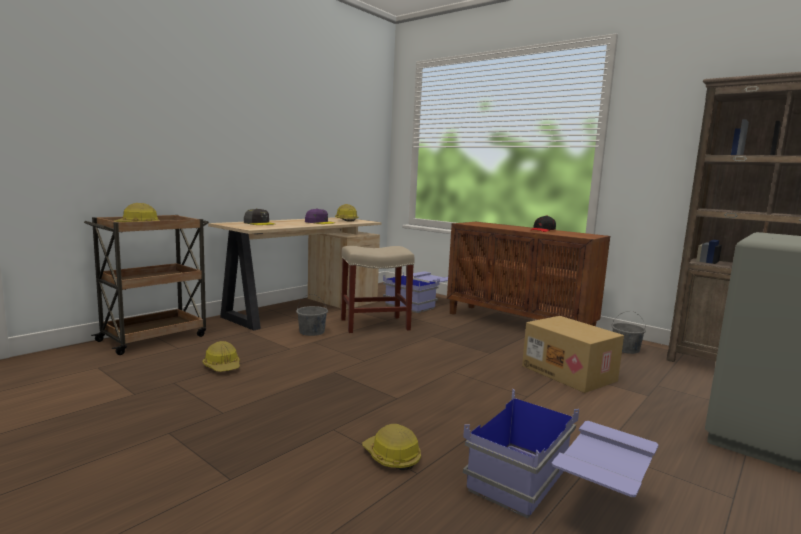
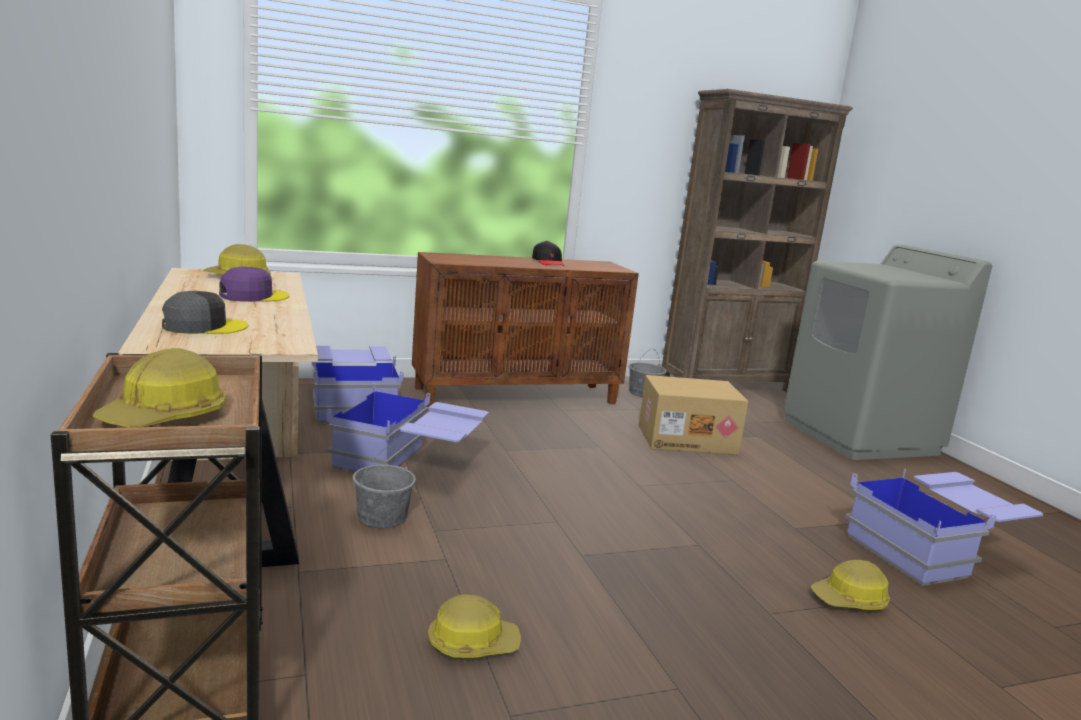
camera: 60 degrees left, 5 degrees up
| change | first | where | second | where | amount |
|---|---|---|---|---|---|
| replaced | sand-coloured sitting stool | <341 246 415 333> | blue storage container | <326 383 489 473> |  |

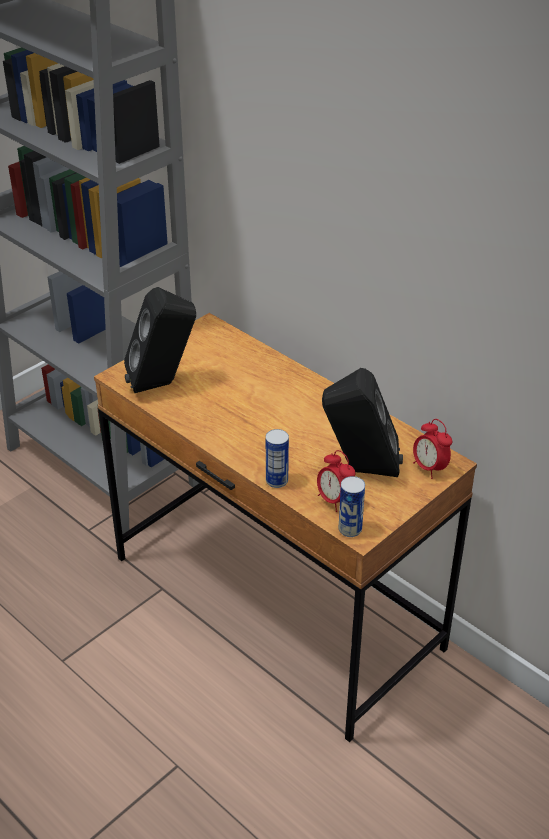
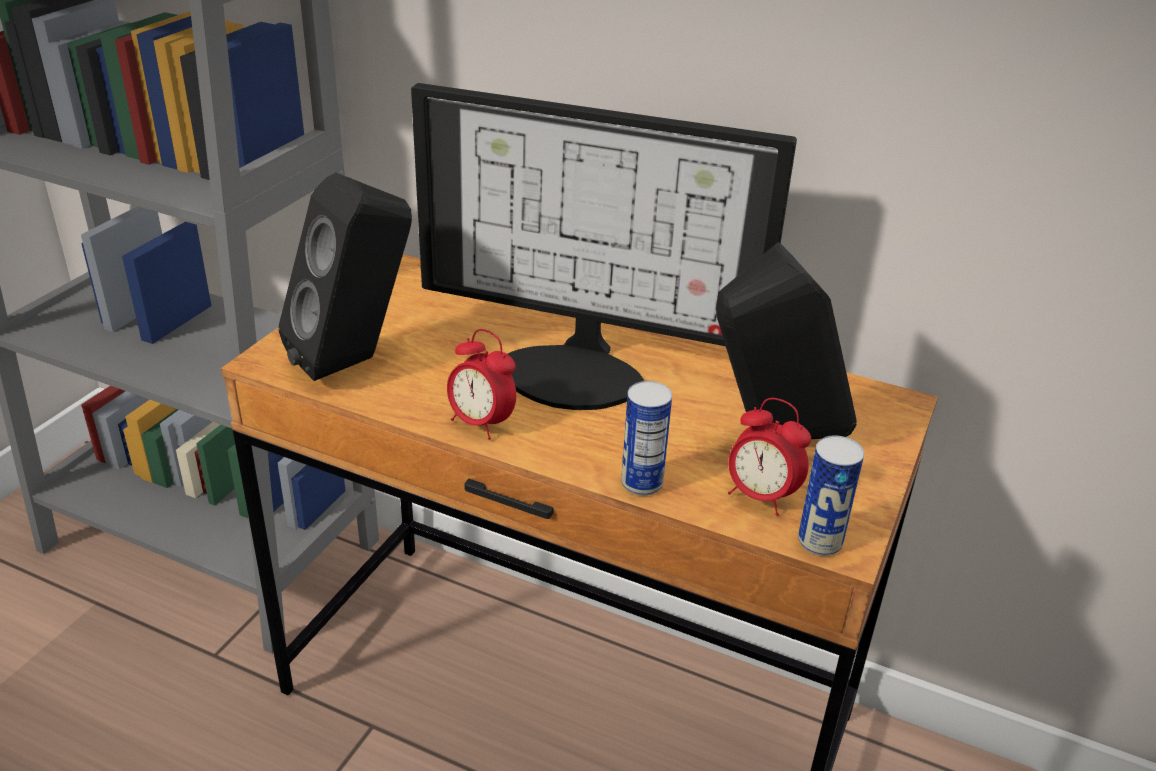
camera: 20 degrees left, 5 degrees down
| change | first | where | second | where | amount |
|---|---|---|---|---|---|
| moved | bedside clock | <413 419 452 479> |  | <447 329 516 440> |  |
| added |  |  | monitor | <411 83 797 410> |  |

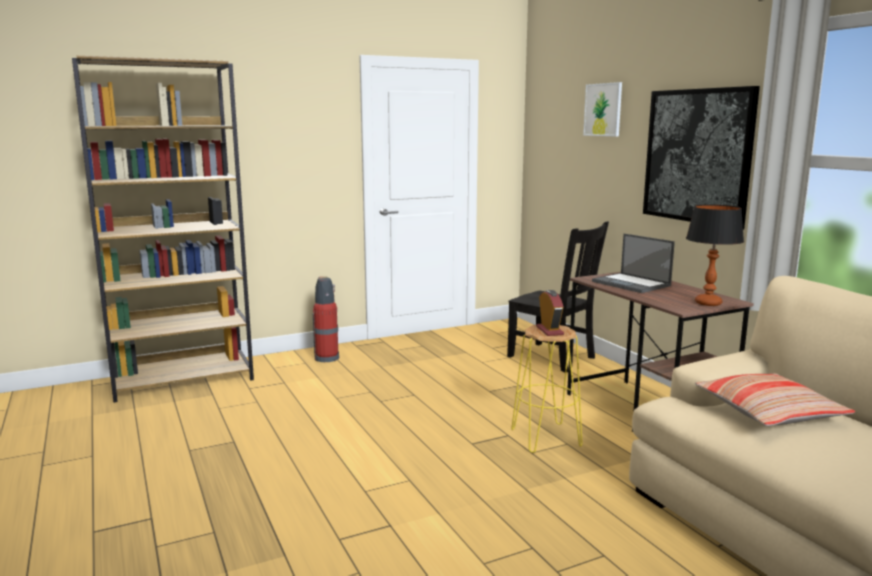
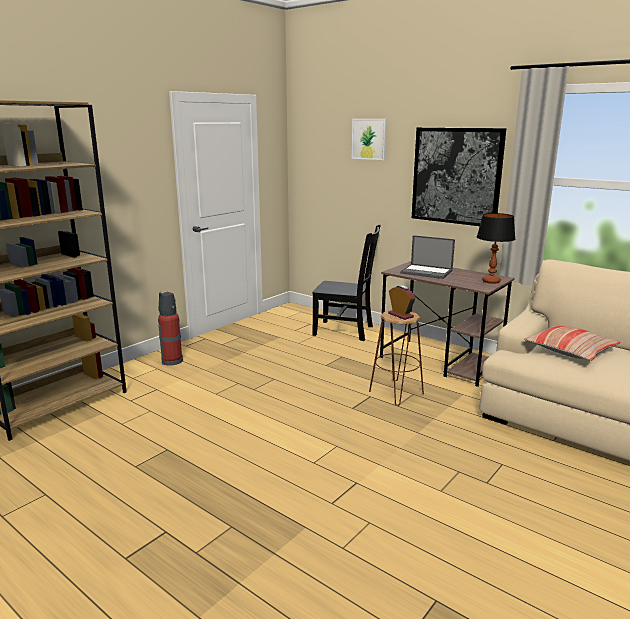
camera: 25 degrees left, 5 degrees up
| change | first | where | second | where | amount |
|---|---|---|---|---|---|
| recoloured | yellow sitting stool | <511 325 583 453> | brown sitting stool | <369 310 424 406> |  |

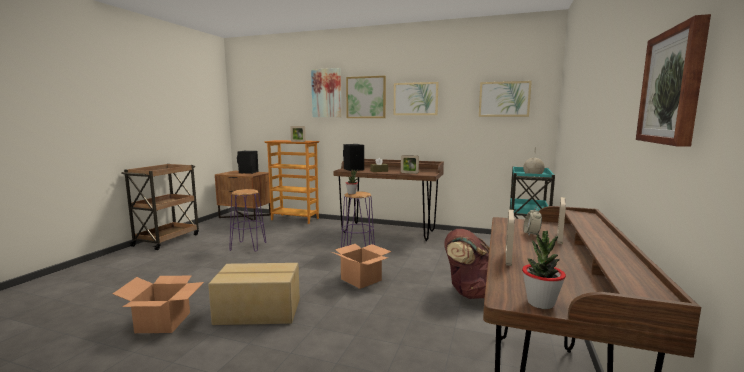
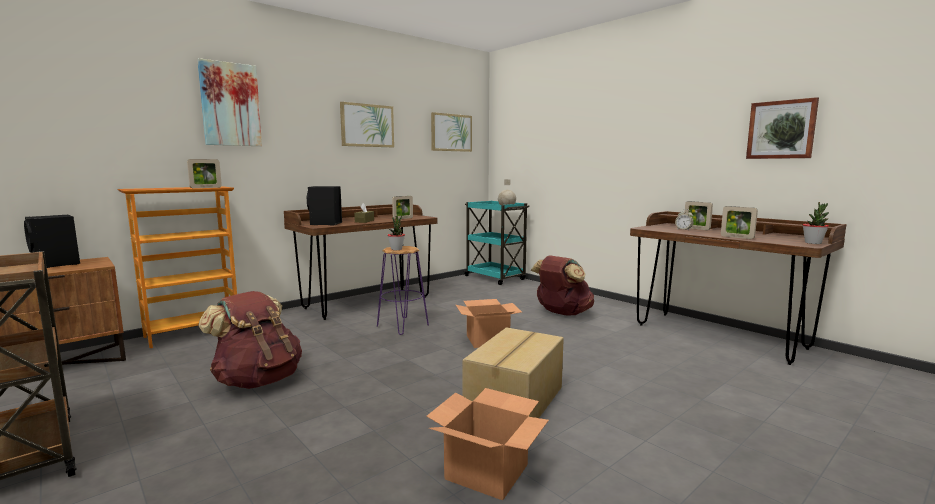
camera: 60 degrees left, 0 degrees up
| change | first | where | second | where | amount |
|---|---|---|---|---|---|
| replaced | purple-coloured sitting stool | <229 189 266 252> | brown rucksack | <198 291 302 389> |  |
| removed | picture | <346 76 386 118> |  |  |  |

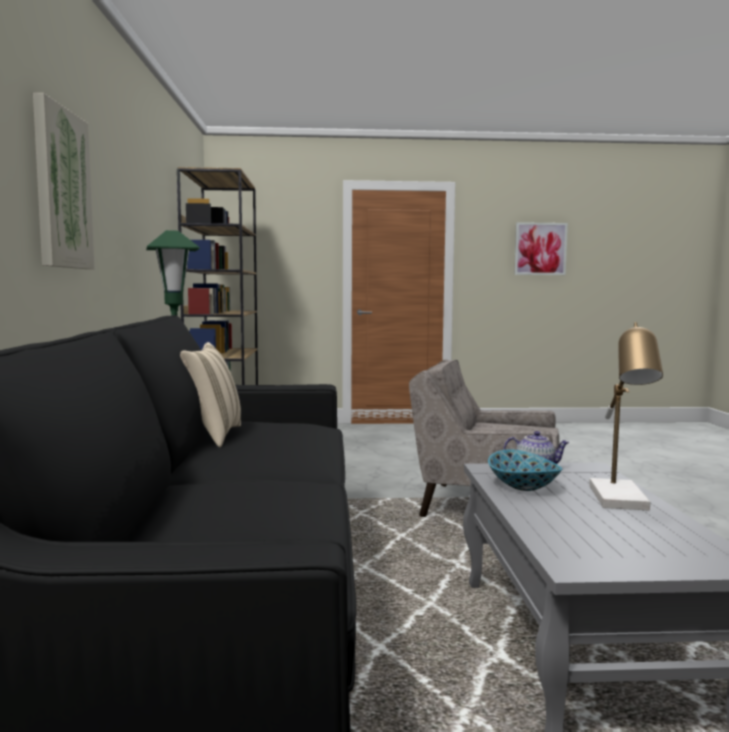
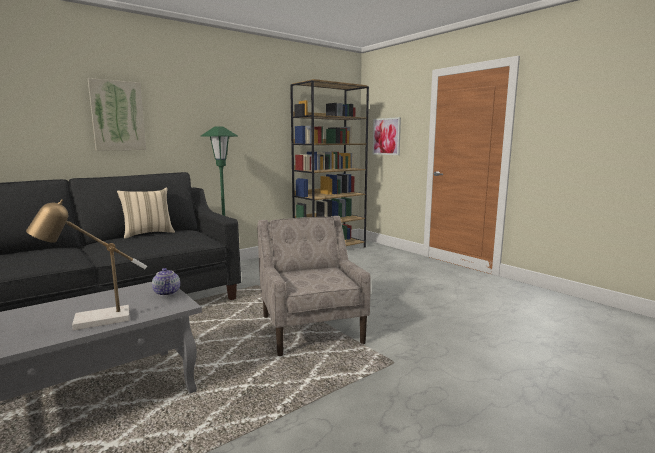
camera: 55 degrees right, 5 degrees up
| change | first | where | second | where | amount |
|---|---|---|---|---|---|
| removed | deep dish | <488 449 562 491> |  |  |  |
| moved | picture | <514 222 568 275> |  | <372 117 401 155> |  |

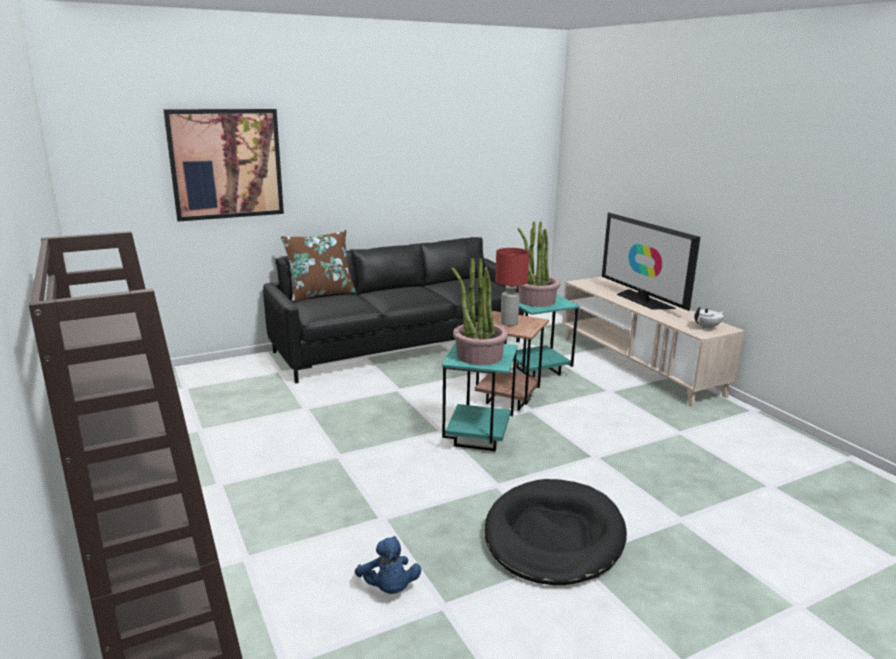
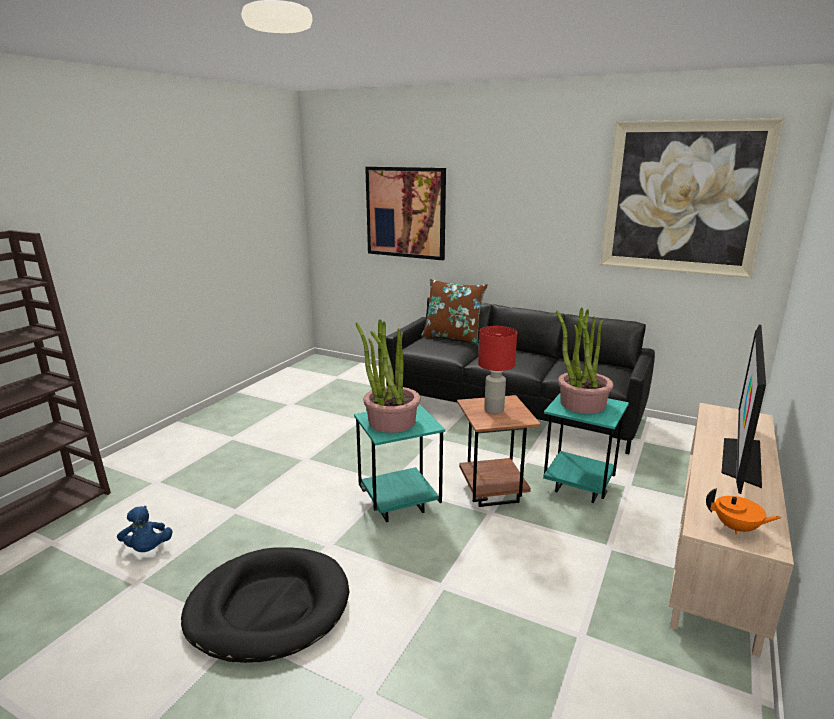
camera: 55 degrees right, 0 degrees up
| change | first | where | second | where | amount |
|---|---|---|---|---|---|
| turned | blue cuddly toy | <355 536 421 594> |  | <117 506 173 552> | 60 degrees counterclockwise |
| recoloured | whitish teapot | <694 307 724 330> | orange-coloured teapot | <706 488 781 535> |  |
| added |  |  | picture | <600 118 784 278> |  |

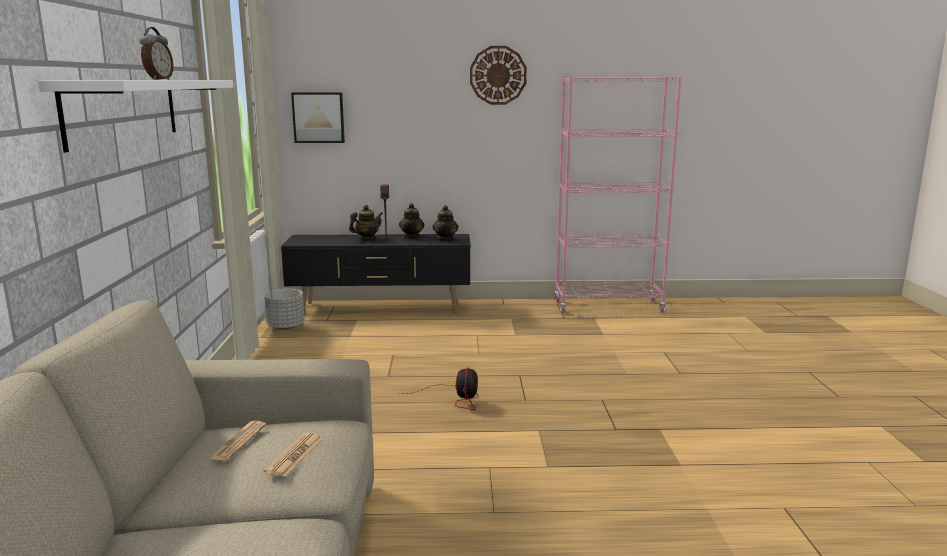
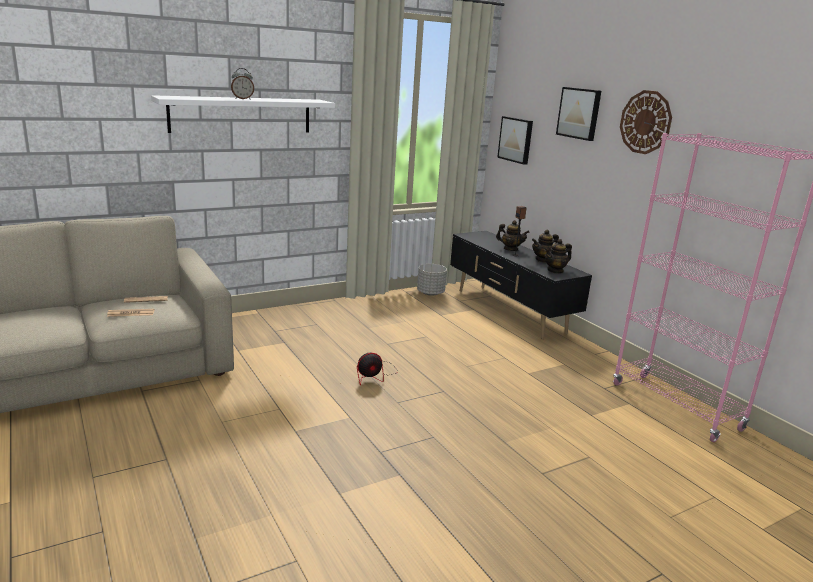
camera: 60 degrees right, 5 degrees up
| change | first | where | second | where | amount |
|---|---|---|---|---|---|
| added |  |  | picture | <556 87 601 141> |  |

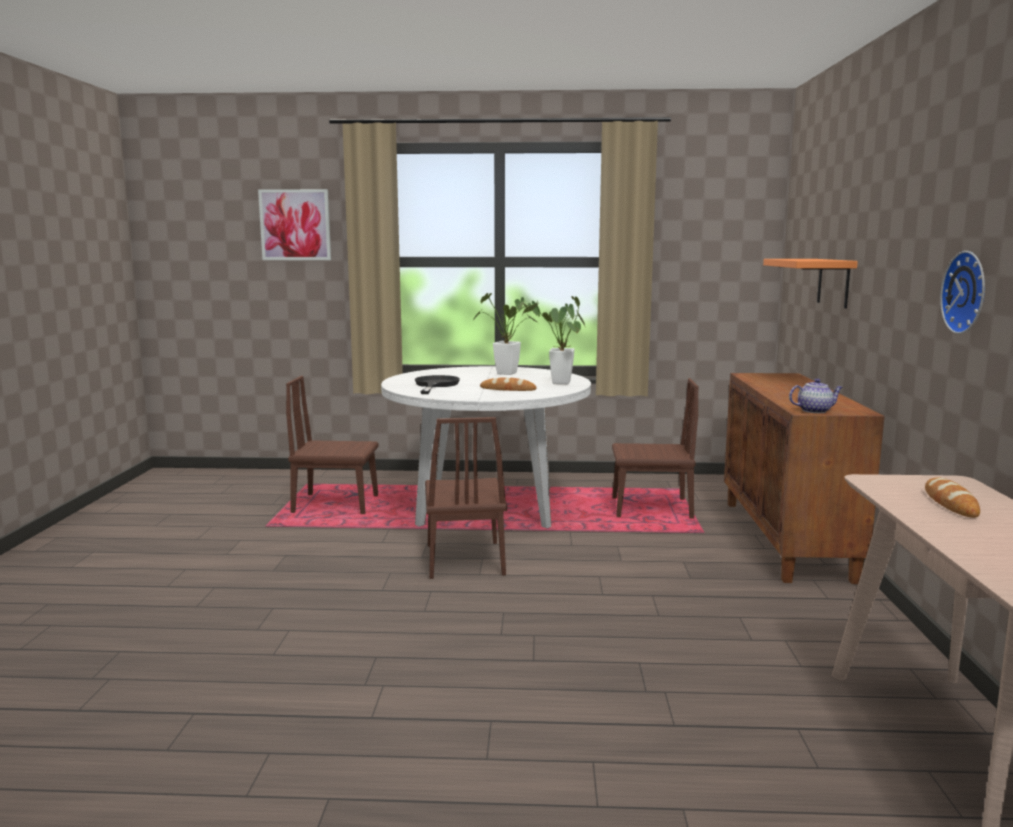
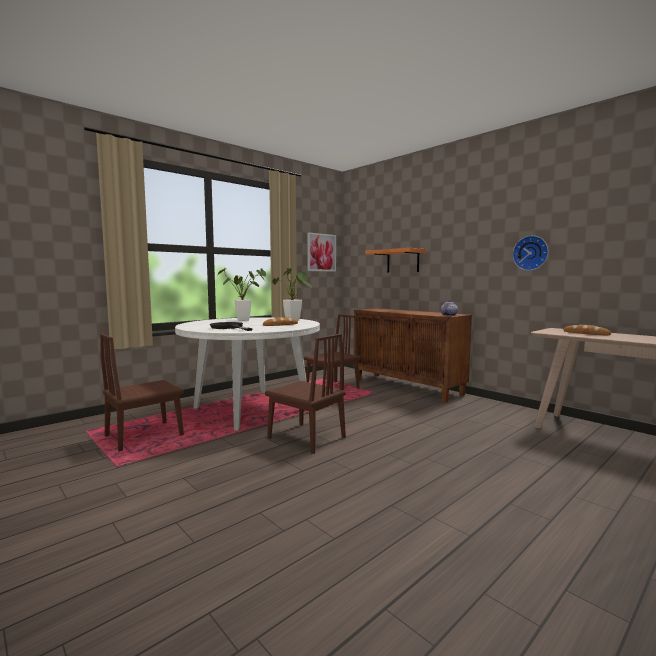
camera: 45 degrees left, 5 degrees down
| change | first | where | second | where | amount |
|---|---|---|---|---|---|
| moved | picture | <258 189 331 260> |  | <307 232 336 272> |  |

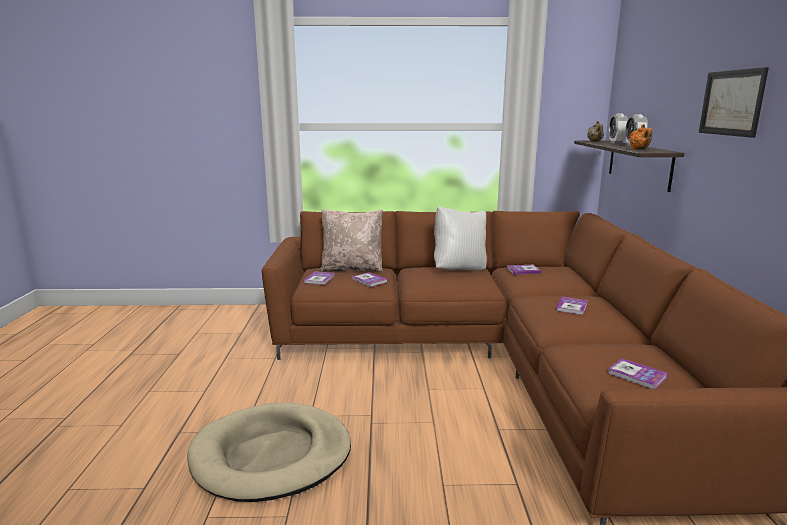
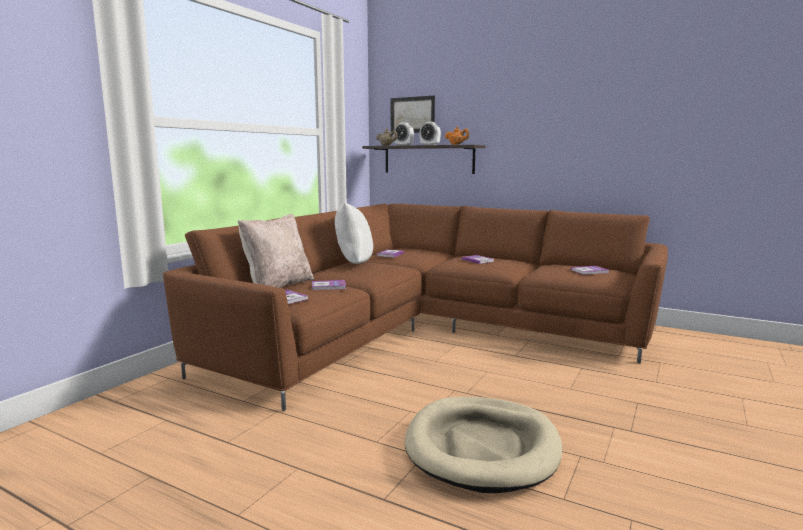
camera: 60 degrees left, 5 degrees down
| change | first | where | second | where | amount |
|---|---|---|---|---|---|
| moved | picture | <699 67 769 138> |  | <391 96 435 133> |  |

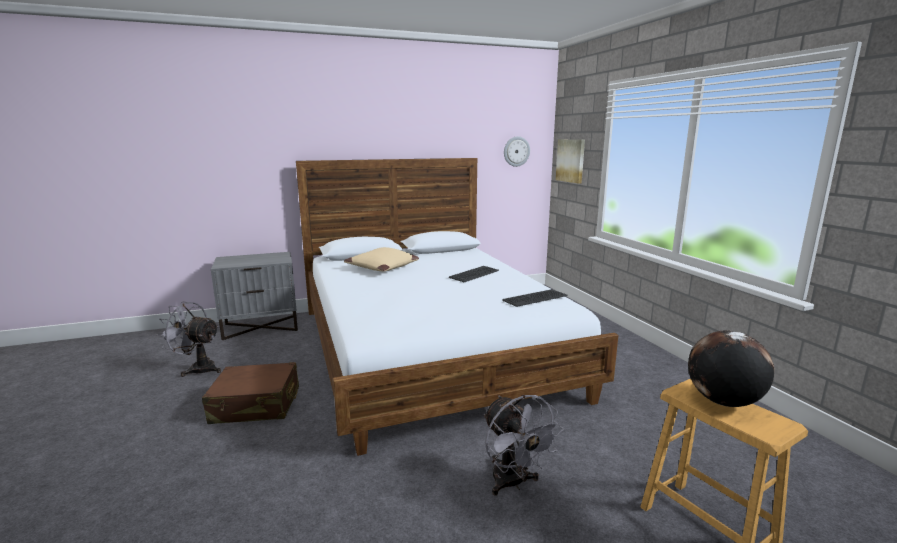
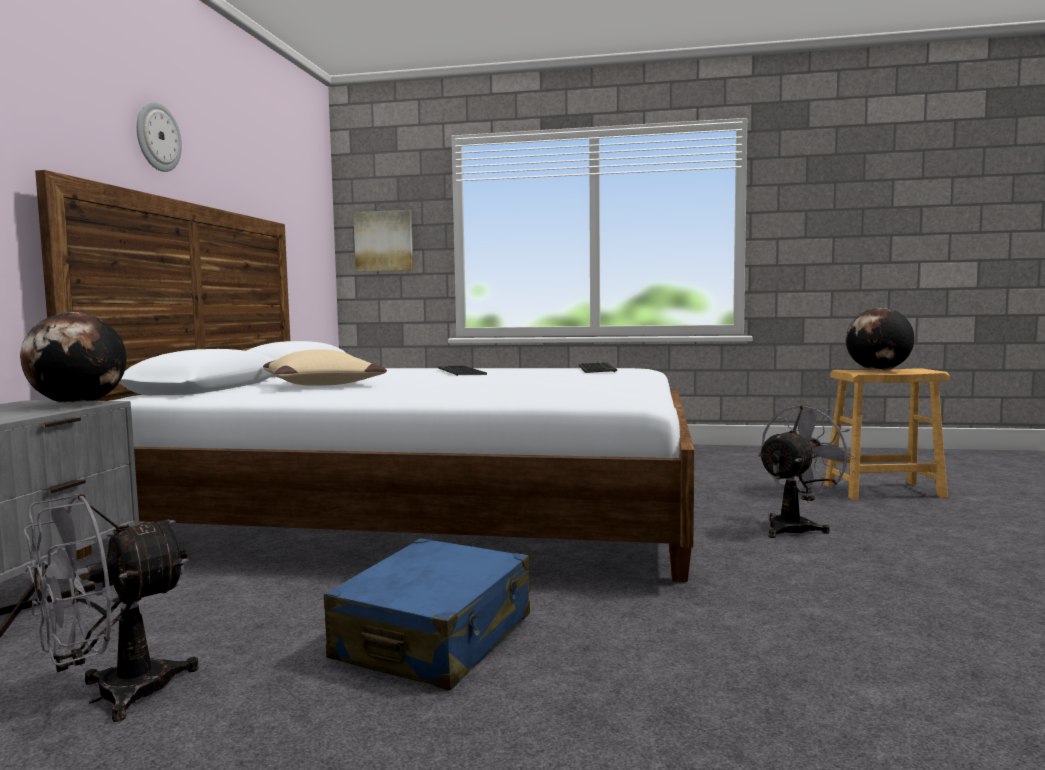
camera: 60 degrees left, 10 degrees down
| change | first | where | second | where | amount |
|---|---|---|---|---|---|
| recoloured | brown piece of luggage | <202 362 299 424> | blue piece of luggage | <324 539 530 690> |  |
| turned | gray electric fan | <484 395 564 496> |  | <758 405 856 538> | 45 degrees counterclockwise |
| moved | clock on the wall | <504 136 530 167> |  | <136 101 182 172> |  |
| added |  |  | world globe | <20 312 127 404> |  |

